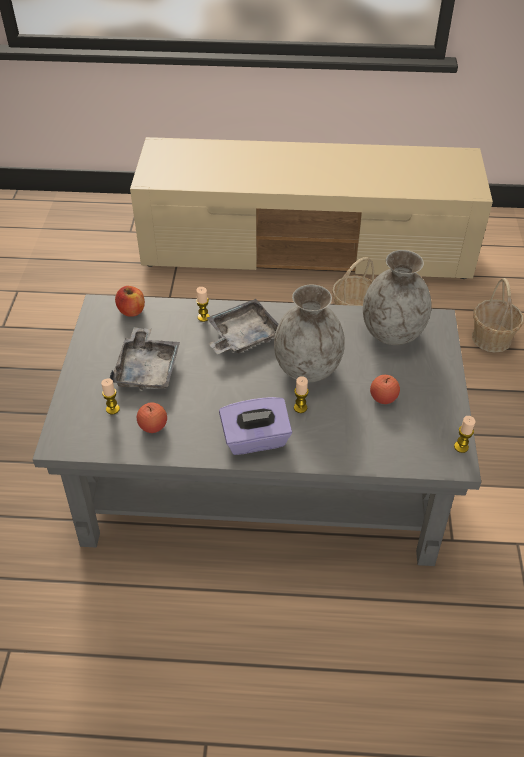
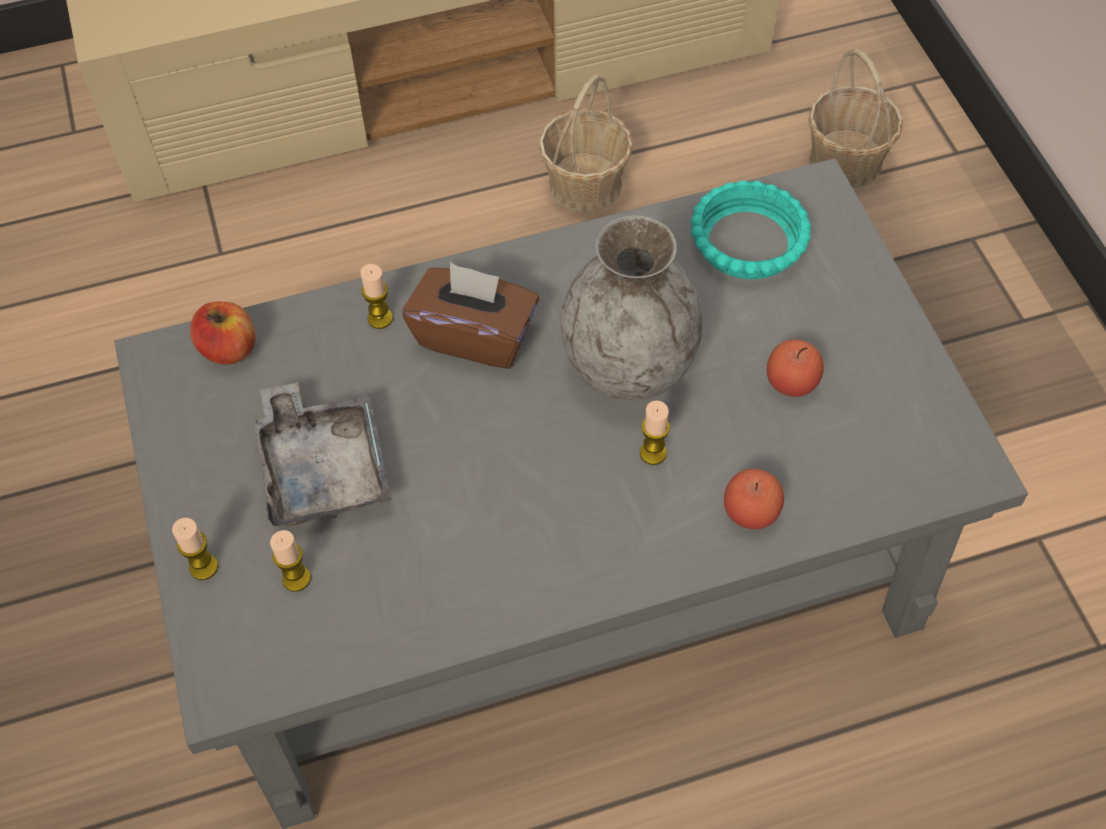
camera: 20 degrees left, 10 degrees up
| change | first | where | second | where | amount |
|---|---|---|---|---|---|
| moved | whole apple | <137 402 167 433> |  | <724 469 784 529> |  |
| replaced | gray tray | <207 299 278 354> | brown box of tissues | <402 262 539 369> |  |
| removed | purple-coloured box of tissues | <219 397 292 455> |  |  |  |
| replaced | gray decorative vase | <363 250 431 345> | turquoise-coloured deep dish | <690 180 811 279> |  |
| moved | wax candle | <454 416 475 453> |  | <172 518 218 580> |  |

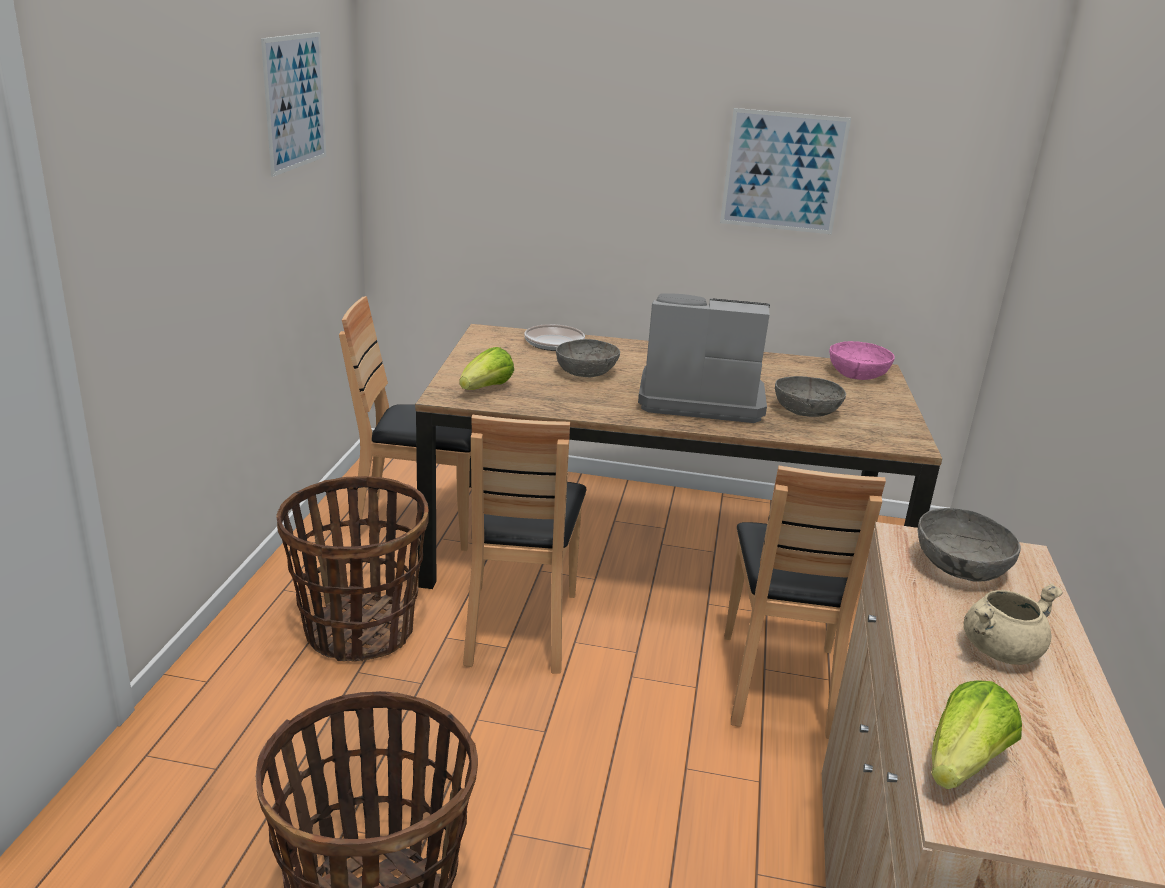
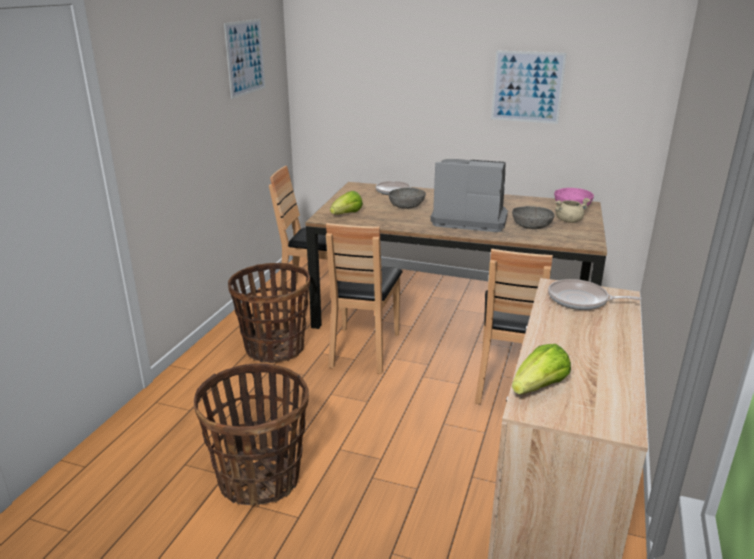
camera: 10 degrees right, 0 degrees up
| change | first | where | second | where | amount |
|---|---|---|---|---|---|
| replaced | gray deep dish | <918 508 1021 582> | frying pan | <548 279 641 310> |  |
| moved | sand-coloured stockpot | <964 584 1063 665> |  | <555 198 590 223> |  |

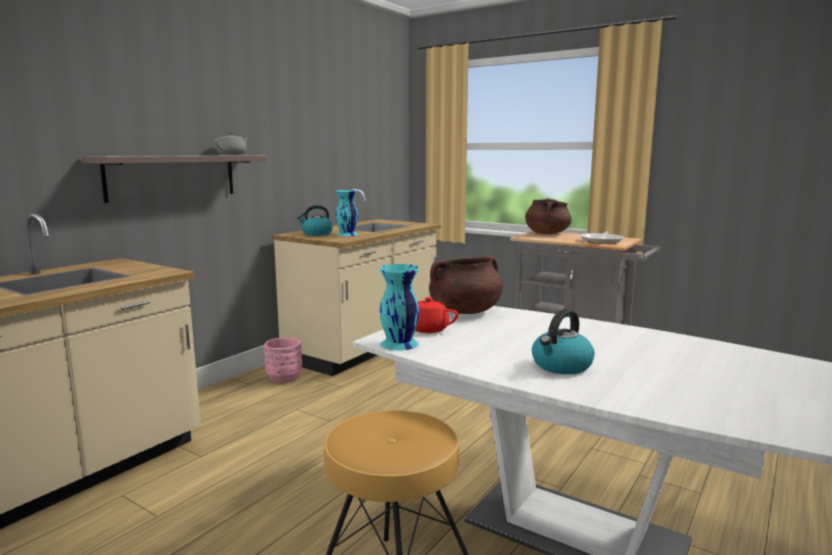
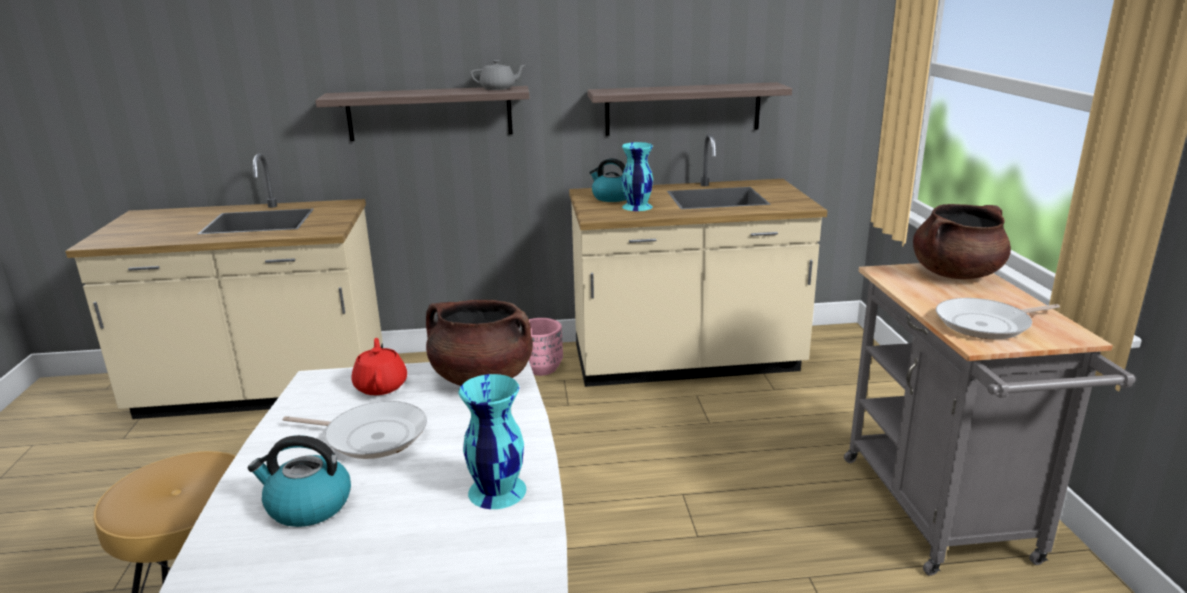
camera: 50 degrees right, 10 degrees up
| change | first | where | second | where | amount |
|---|---|---|---|---|---|
| moved | turquoise-coloured decorative vase | <380 264 419 350> |  | <458 374 526 509> |  |
| added |  |  | frying pan | <283 401 427 459> |  |
| added |  |  | shelf | <588 82 792 136> |  |

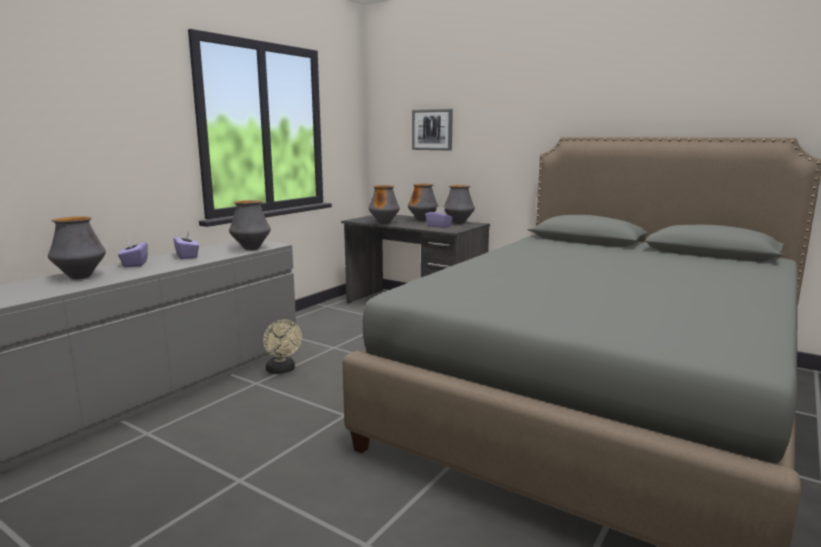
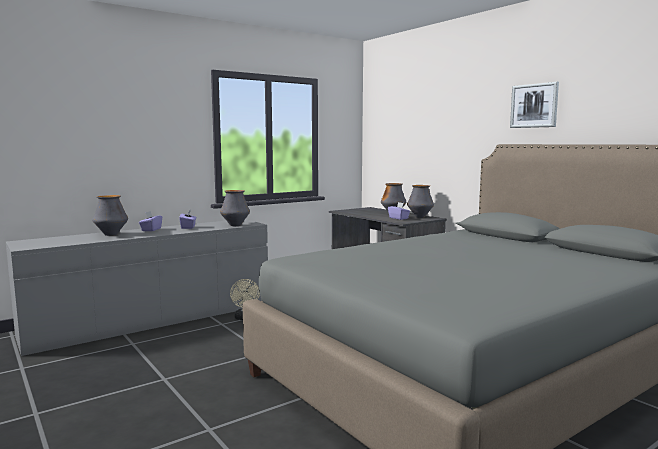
camera: 20 degrees right, 5 degrees down
| change | first | where | second | where | amount |
|---|---|---|---|---|---|
| removed | decorative vase | <368 185 400 224> |  |  |  |
| moved | picture | <412 109 453 151> |  | <510 82 559 128> |  |

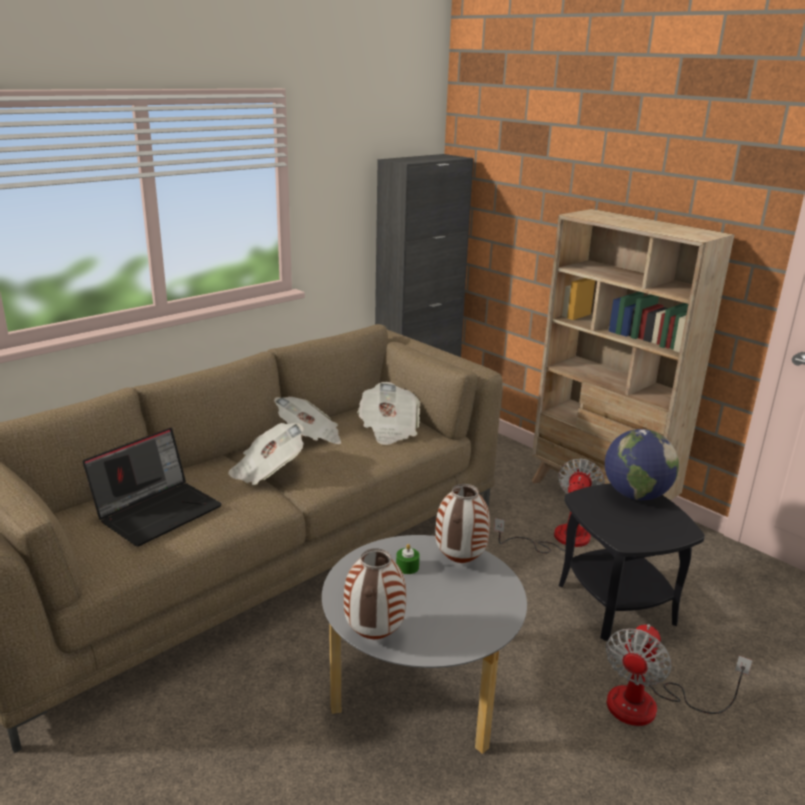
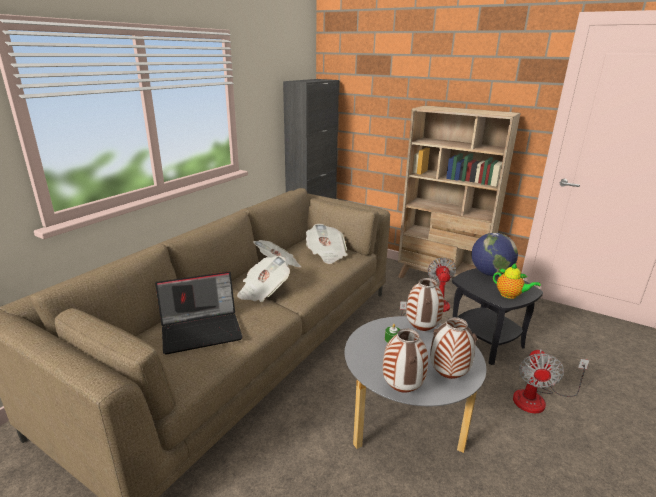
camera: 15 degrees left, 0 degrees up
| change | first | where | second | where | amount |
|---|---|---|---|---|---|
| turned | portable computer | <83 427 222 546> |  | <155 272 243 354> | 45 degrees clockwise |
| added |  |  | decorative vase | <430 317 477 379> |  |
| added |  |  | teapot | <493 263 541 299> |  |

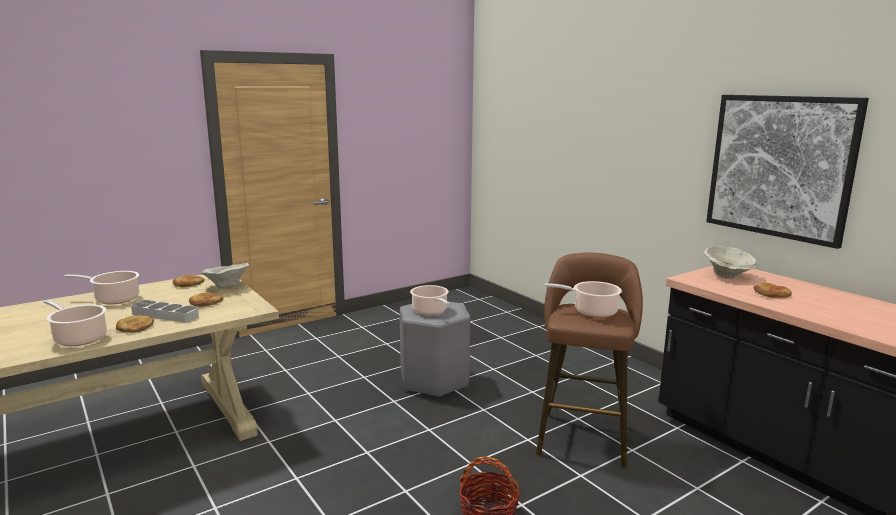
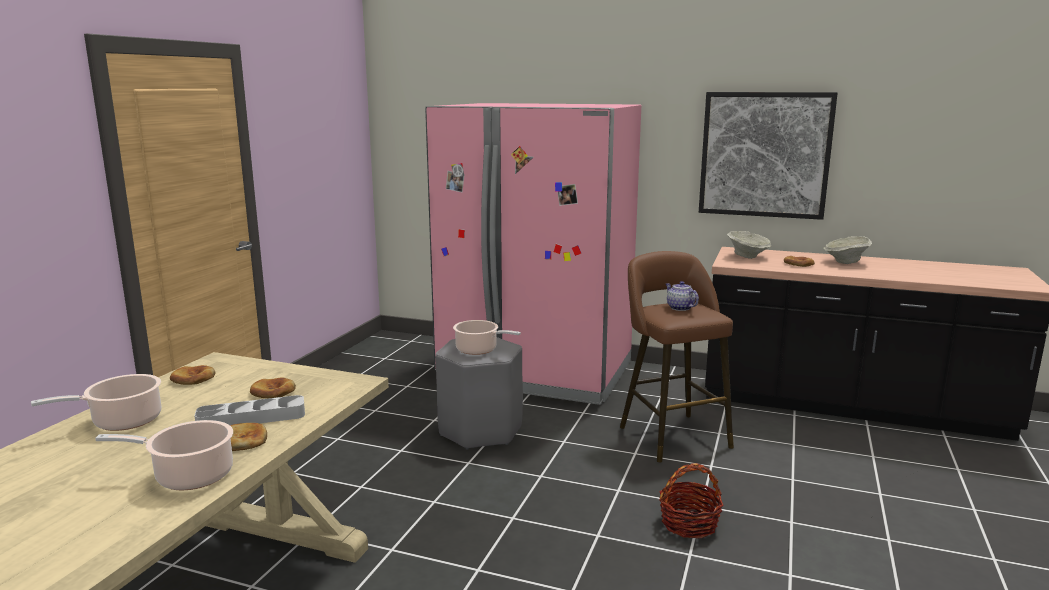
camera: 35 degrees left, 0 degrees up
| change | first | where | second | where | amount |
|---|---|---|---|---|---|
| moved | sand-coloured deep dish | <201 263 249 288> |  | <823 236 872 264> |  |
| replaced | stockpot | <545 281 622 318> | teapot | <666 281 699 311> |  |
| added |  |  | pinkish refrigerator | <425 103 641 405> |  |

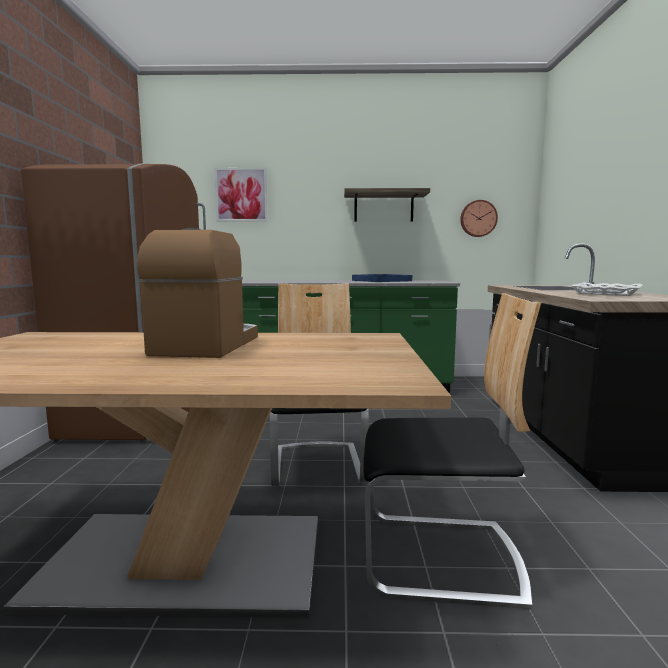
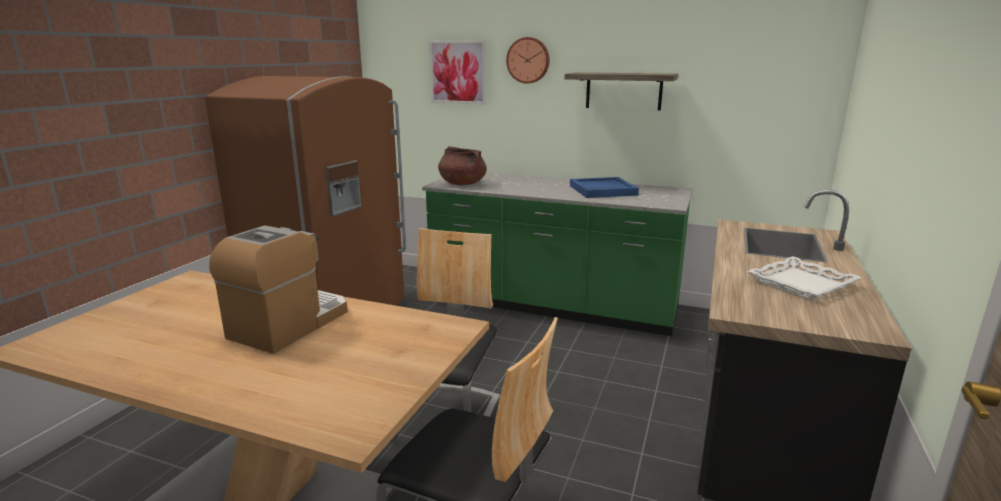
camera: 20 degrees right, 10 degrees up
| change | first | where | second | where | amount |
|---|---|---|---|---|---|
| moved | clock on the wall | <460 200 498 237> |  | <506 37 550 84> |  |
| added |  |  | brown stockpot | <438 146 487 185> |  |

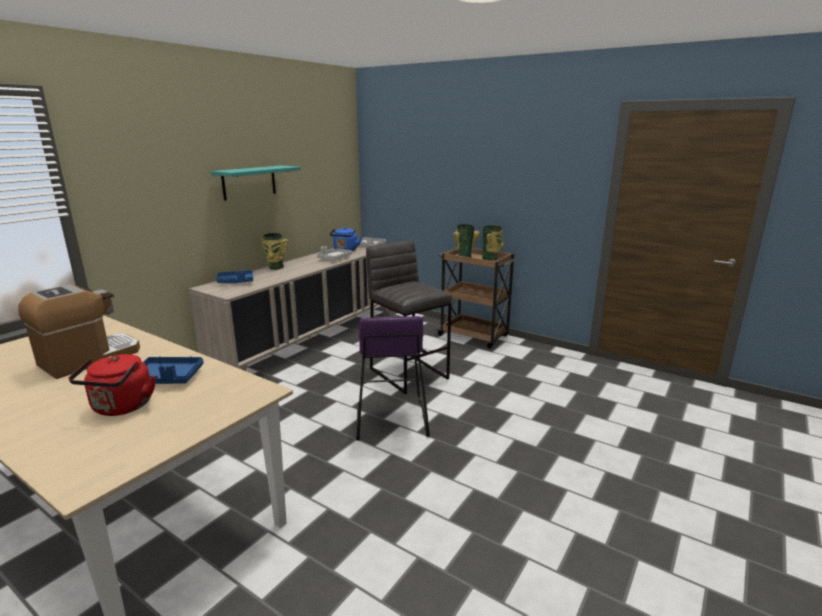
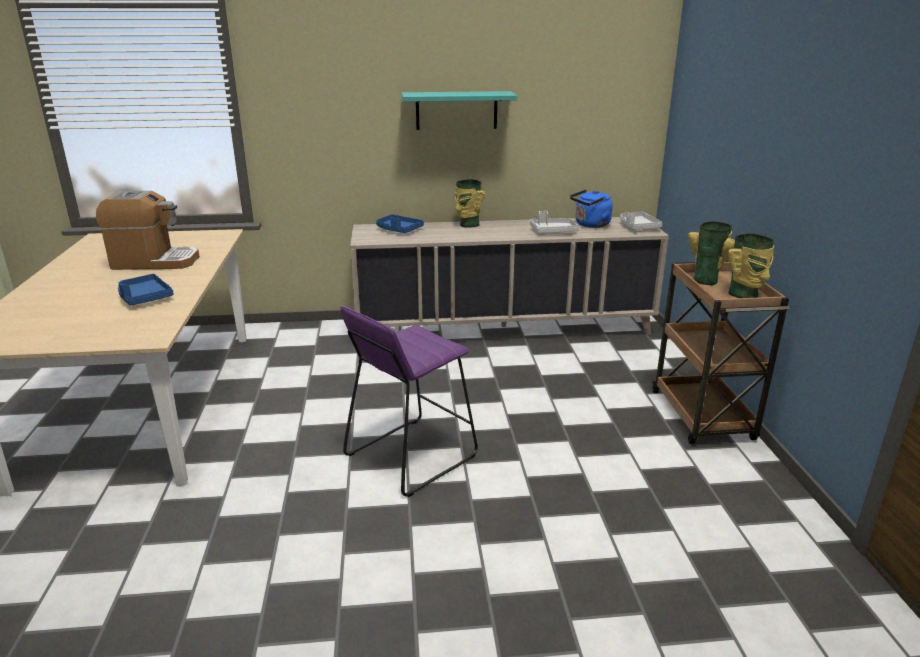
camera: 50 degrees right, 5 degrees up
| change | first | where | second | where | amount |
|---|---|---|---|---|---|
| removed | red kettle | <68 354 156 416> |  |  |  |
| removed | gray sitting stool | <366 241 452 394> |  |  |  |

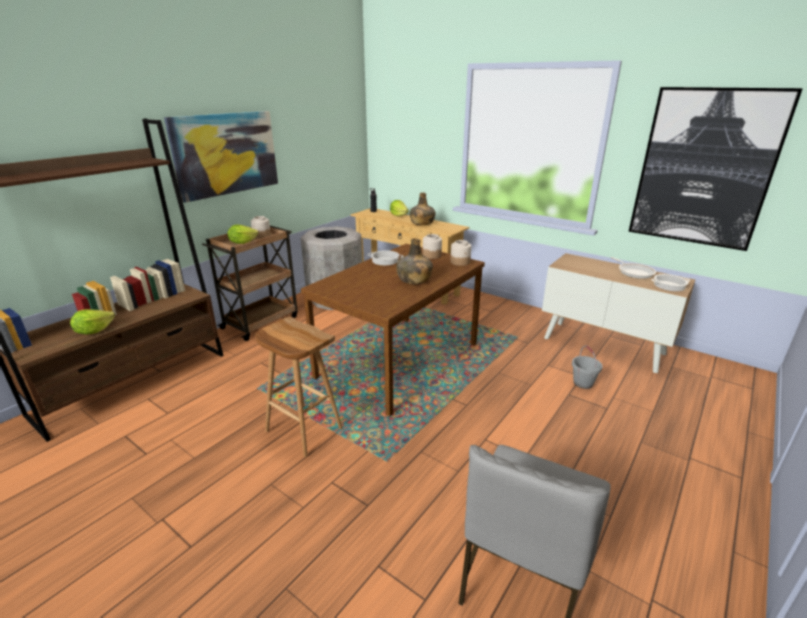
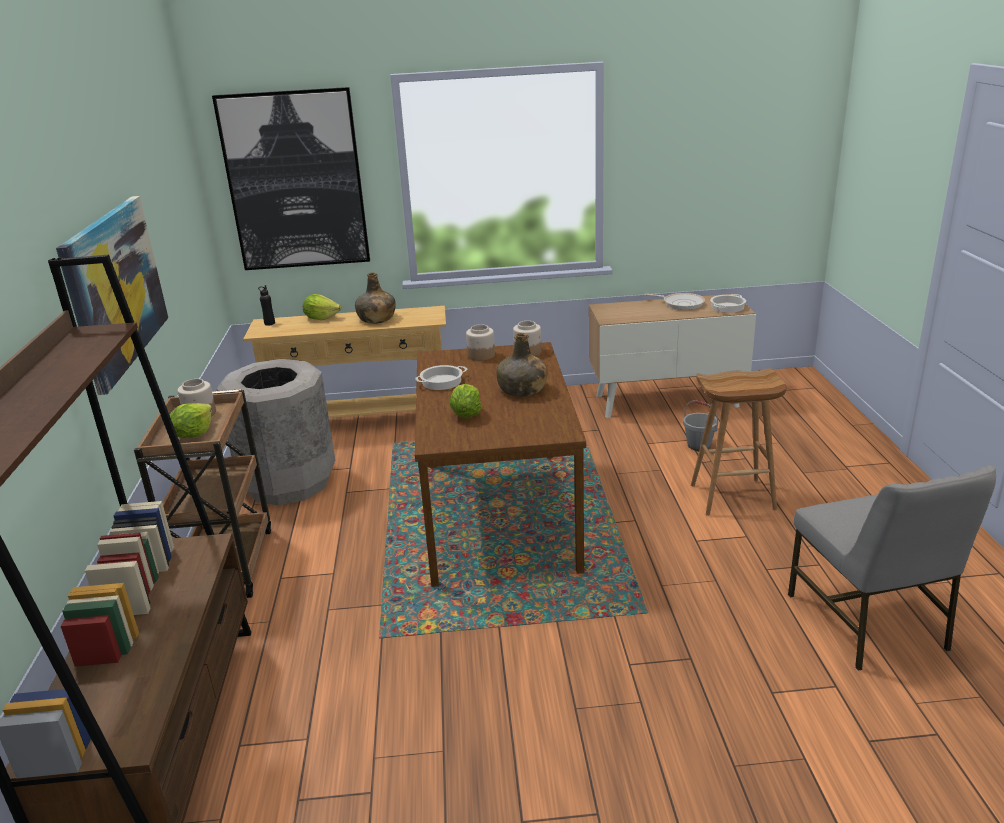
camera: 40 degrees left, 0 degrees up
| change | first | where | second | where | amount |
|---|---|---|---|---|---|
| moved | lettuce head | <70 309 115 335> |  | <450 384 482 417> |  |
| moved | brown sitting stool | <255 317 343 457> |  | <691 368 787 516> |  |
| moved | picture | <629 87 803 251> |  | <212 87 370 270> |  |

